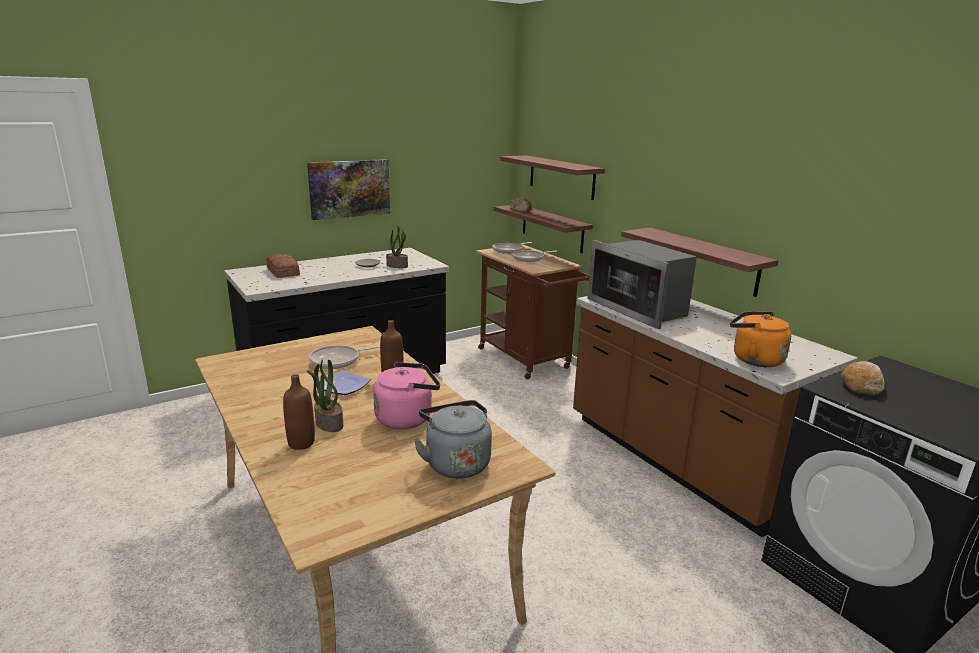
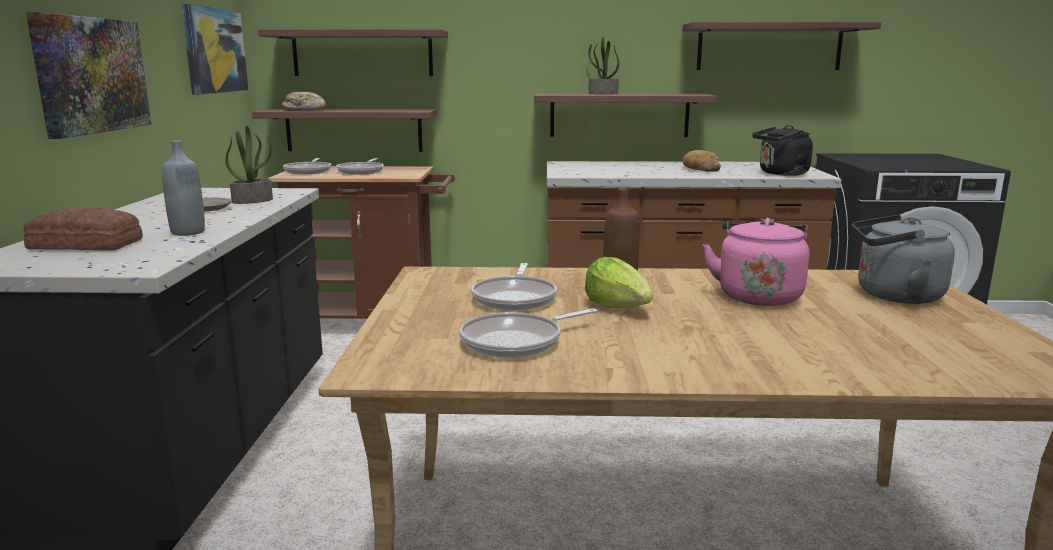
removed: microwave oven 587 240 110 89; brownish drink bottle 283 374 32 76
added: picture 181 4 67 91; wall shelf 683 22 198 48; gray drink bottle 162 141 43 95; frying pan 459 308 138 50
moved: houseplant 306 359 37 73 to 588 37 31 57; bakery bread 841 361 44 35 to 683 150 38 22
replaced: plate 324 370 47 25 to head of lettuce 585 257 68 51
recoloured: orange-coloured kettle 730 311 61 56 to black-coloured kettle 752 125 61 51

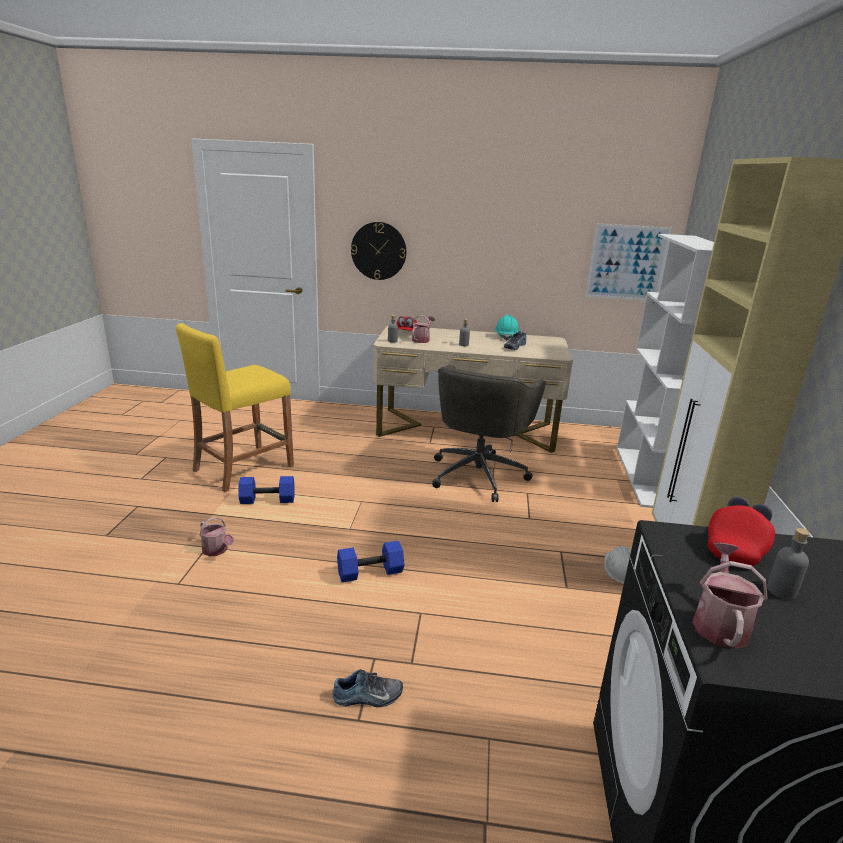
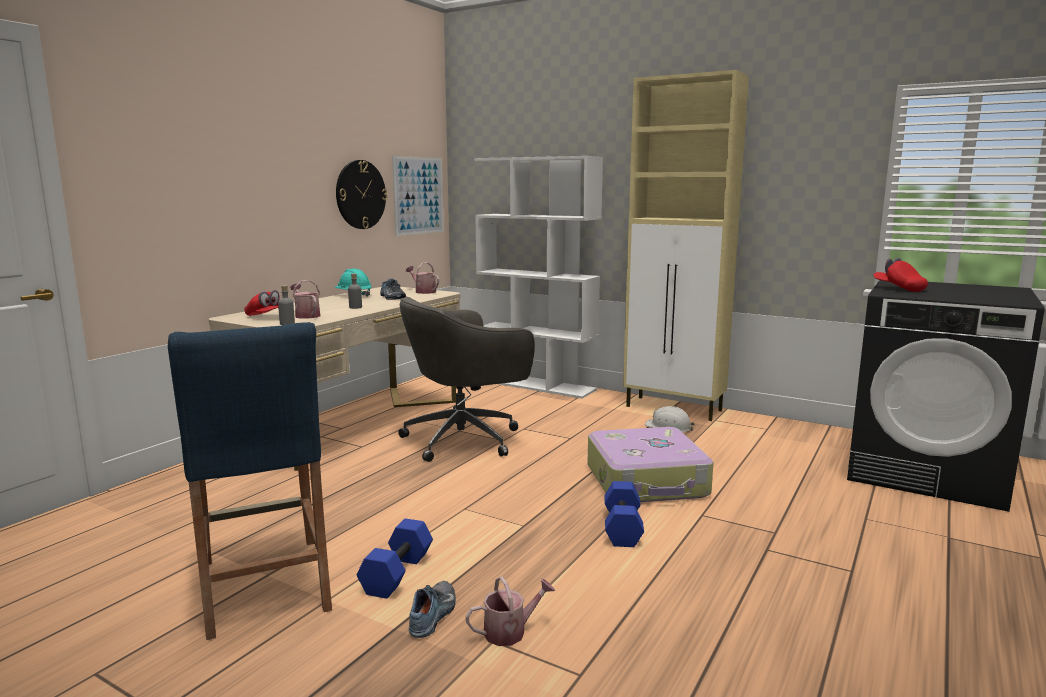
removed: gray drink bottle 767 528 43 72
added: travel case 588 427 126 75
moved: wall clock 351 222 55 58 to 336 160 51 69; watering can 692 543 76 106 to 406 262 33 32; item of footwear 332 669 71 38 to 409 581 47 57
recoloured: yellow-coloured sitting stool 176 323 118 169 to bluish sitting stool 168 322 164 318
turned: gray computer chair 432 365 114 137 = 398 297 137 165 105 degrees clockwise

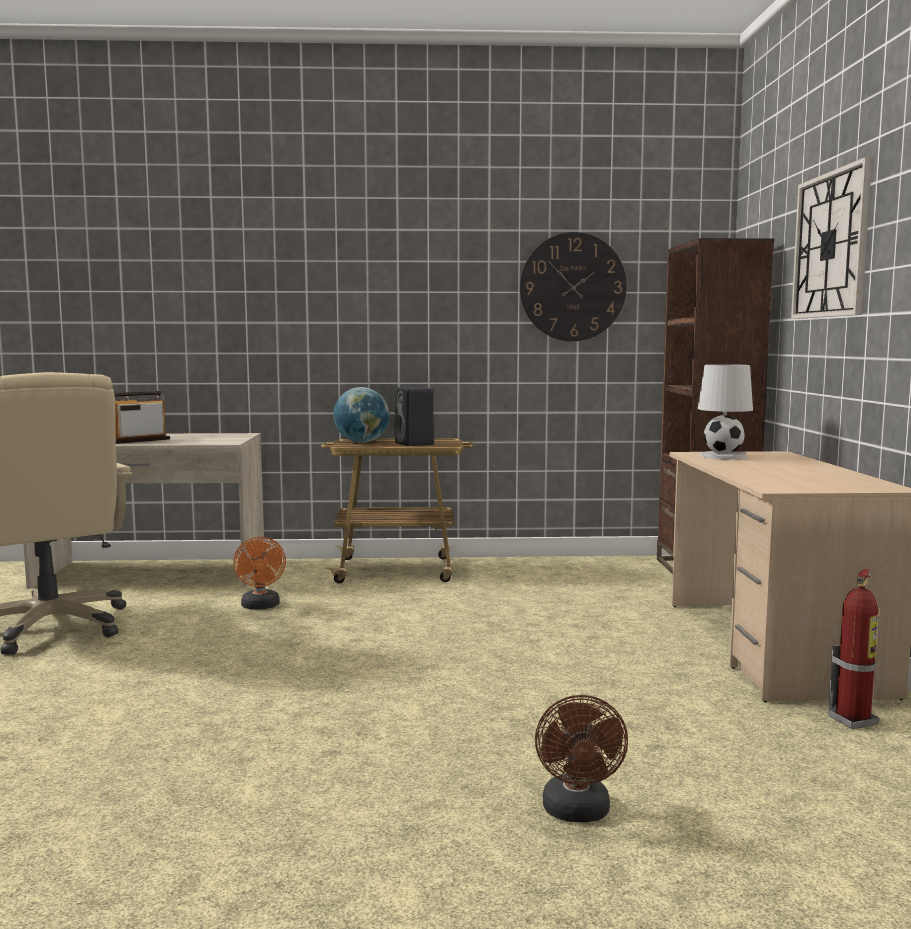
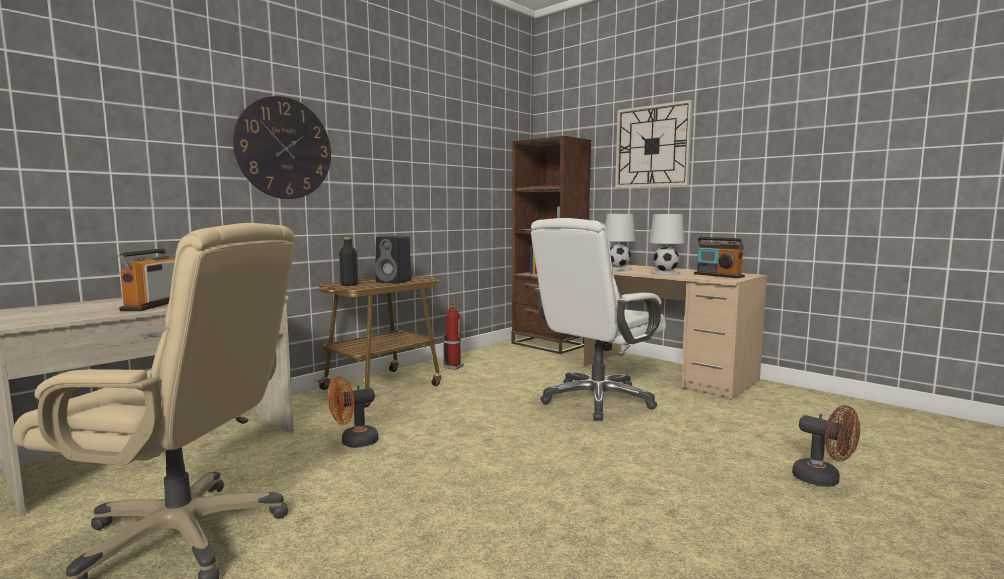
added: whitish tabletop lamp 649 214 36 61; whitish computer chair 531 218 135 203; radio set 694 237 51 41
moved: wall clock 520 232 107 109 to 233 96 98 103; extinguisher 828 569 51 160 to 443 300 21 70
replaced: world globe 333 387 56 56 to black-coloured drink bottle 339 237 19 49
turned: orange-coloured electric fan 233 537 53 73 = 328 376 50 72 120 degrees clockwise

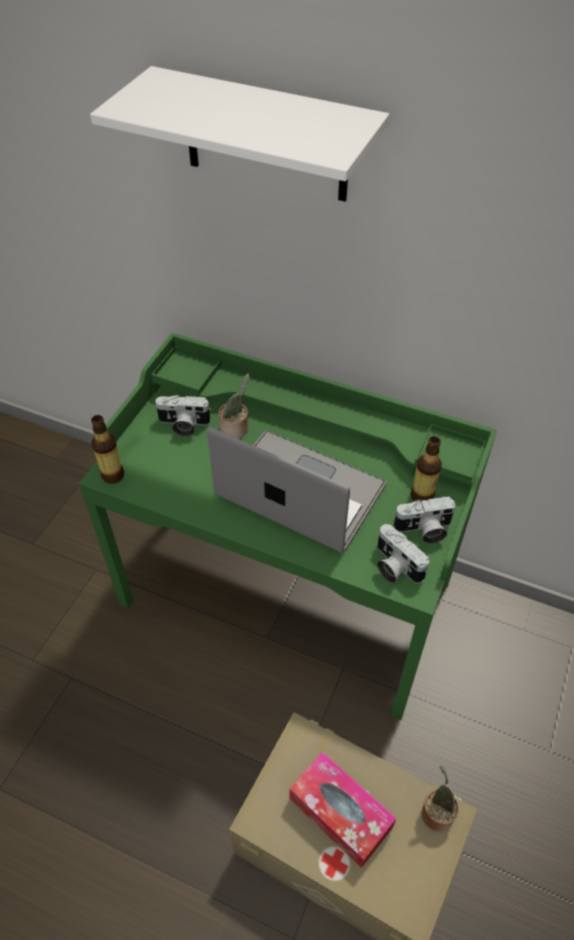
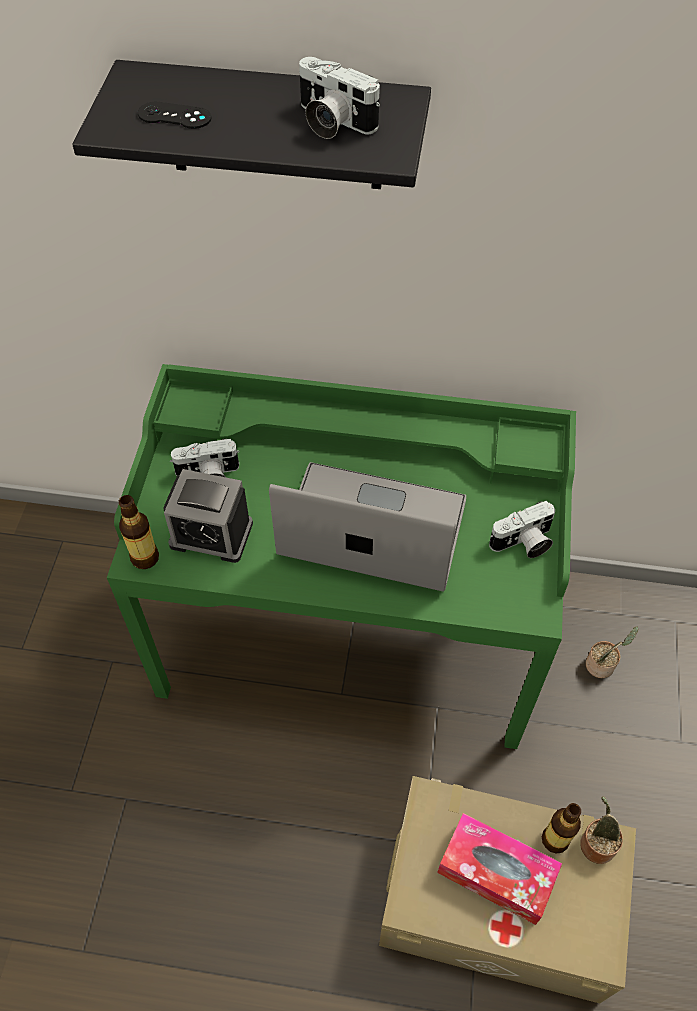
added: black-coloured gamepad 138 102 73 27; bedside clock 163 469 90 94
moved: houseplant 219 374 30 65 to 586 627 52 51; drink bottle 410 436 32 66 to 542 803 39 51; still camera 377 524 52 60 to 299 57 81 82
recoloured: whitish wall shelf 90 66 299 136 to black-coloured wall shelf 72 60 359 129

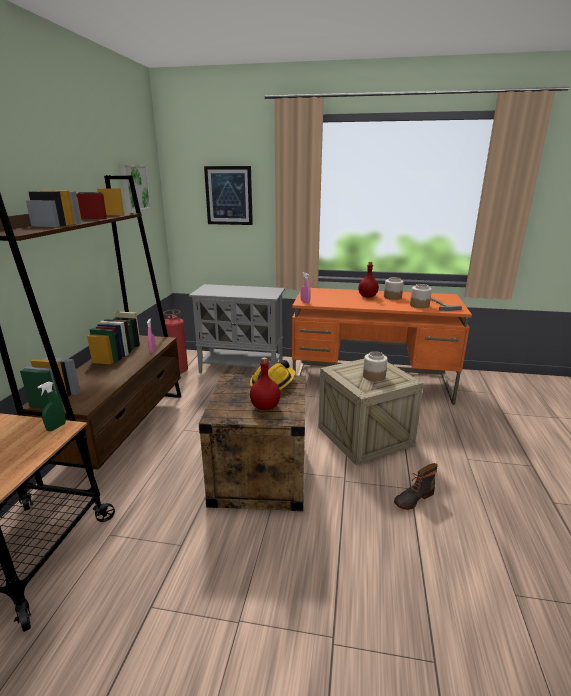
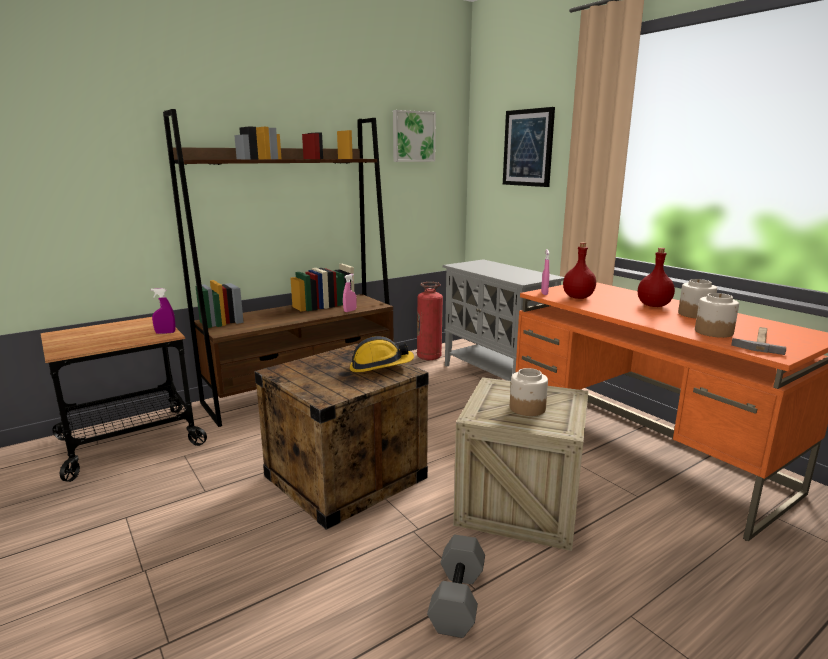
moved: red drink bottle 250 357 31 53 to 563 242 33 57
replaced: tall boot 394 463 44 47 to gray free weight 427 535 58 103
recoloured: greenish sprayer 37 382 29 49 to purple-coloured sprayer 151 288 24 46

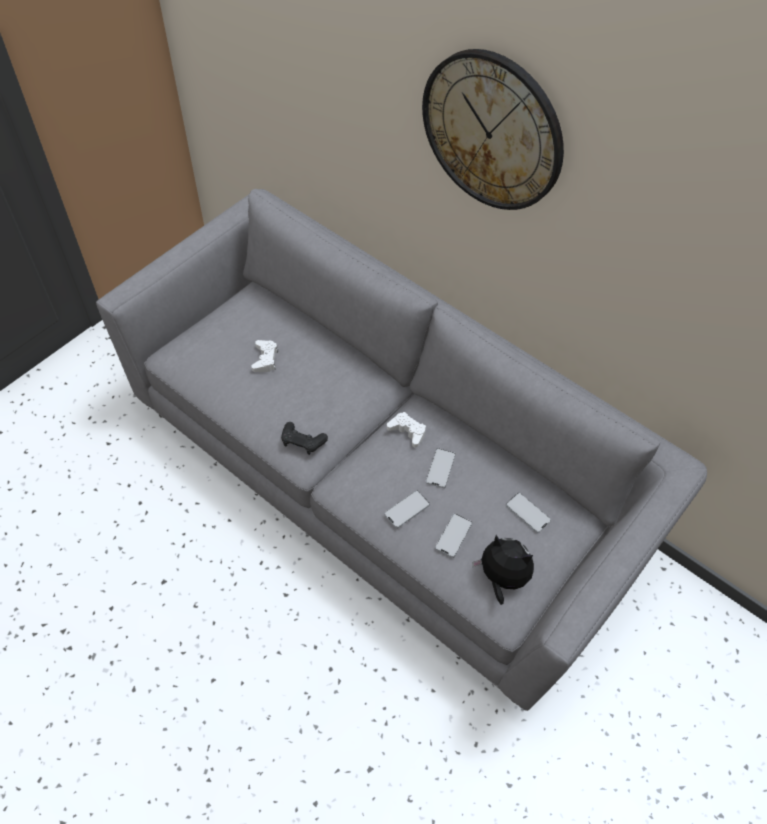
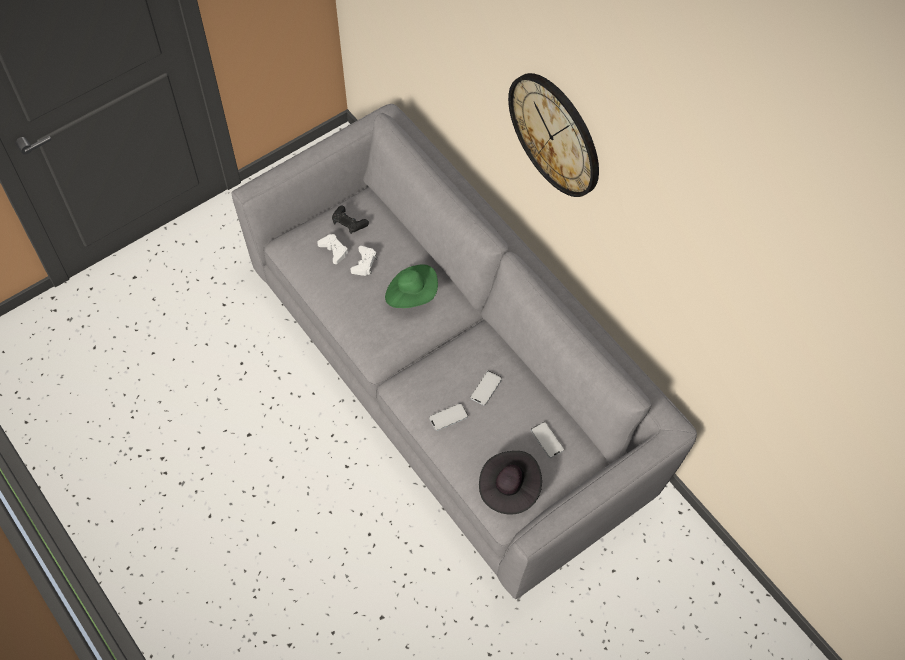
removed: phone 435 514 37 44
added: greenish clothing hat 385 264 53 44
moved: whitish gamepad 387 412 39 35 to 317 234 31 30; black-coloured gamepad 281 422 47 33 to 332 206 37 28
replaced: cuddly toy 472 535 62 70 to black-coloured clothing hat 479 451 63 64

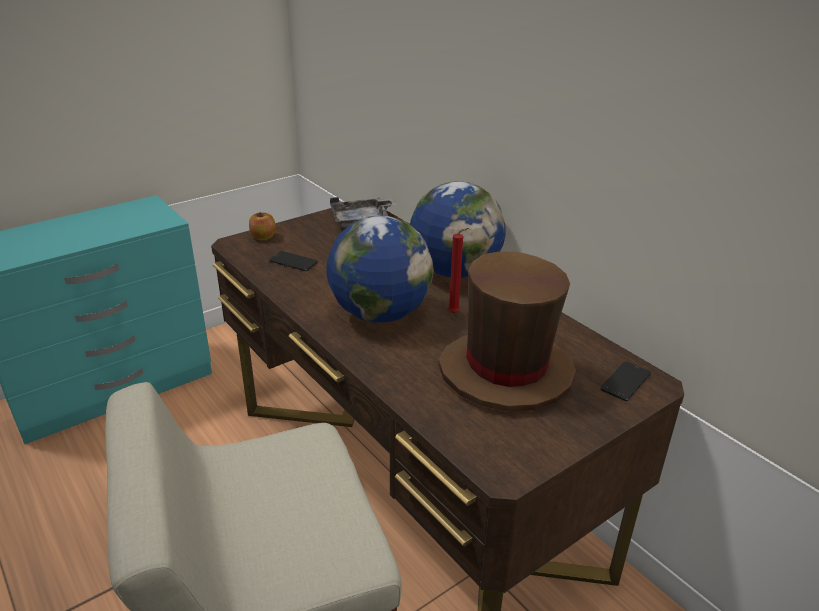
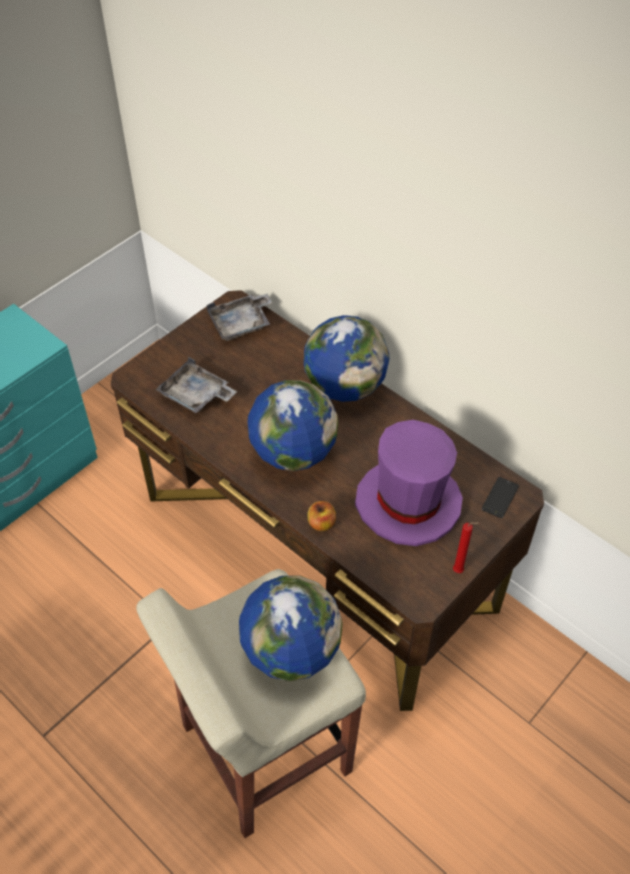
added: world globe 239 576 104 105
moved: whole apple 249 212 27 28 to 308 501 28 30; red candle 448 228 21 85 to 453 522 26 51
replaced: phone 269 251 49 20 to gray serving tray 155 357 82 56
recoloured: brownish clothing hat 438 251 138 161 to purple-coloured clothing hat 355 420 108 126

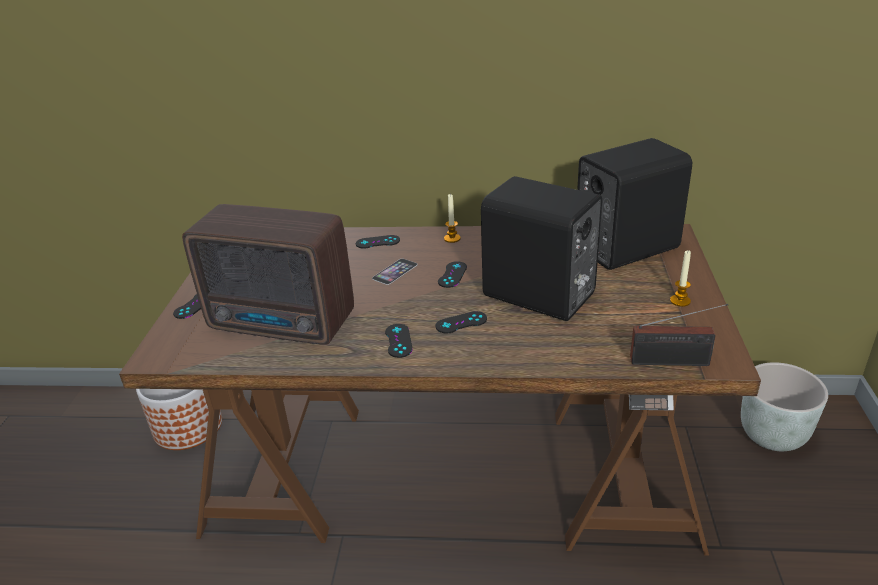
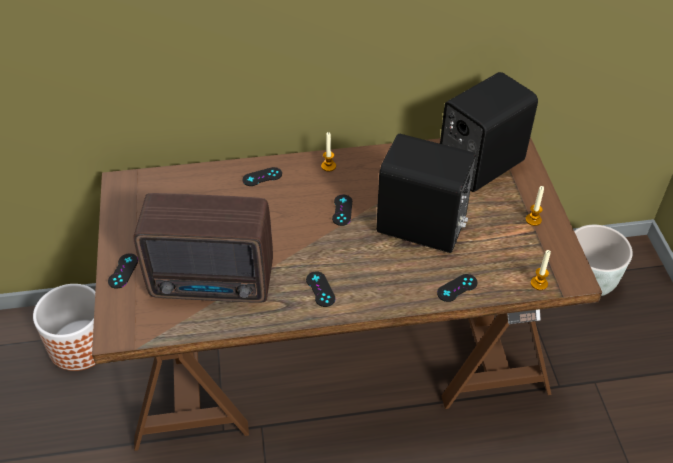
removed: phone 372 259 46 26
moved: black-coloured gamepad 436 311 51 22 to 437 274 40 28
replaced: radio set 630 304 98 62 to candle 531 250 20 40

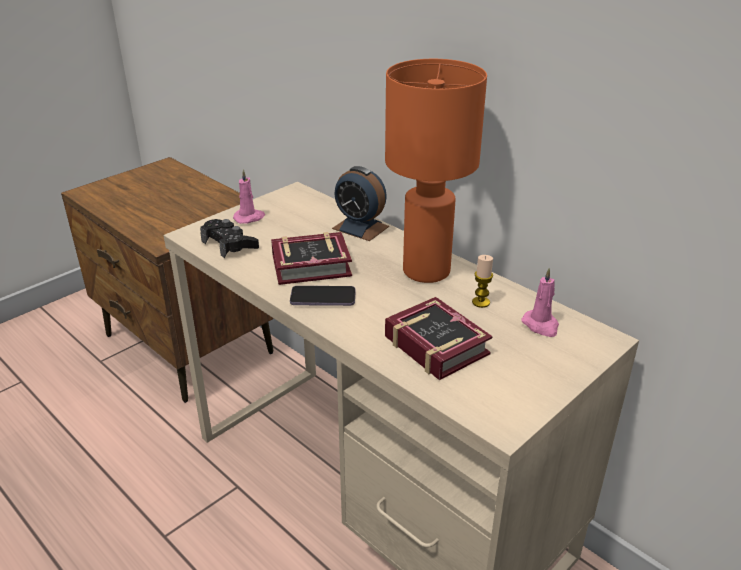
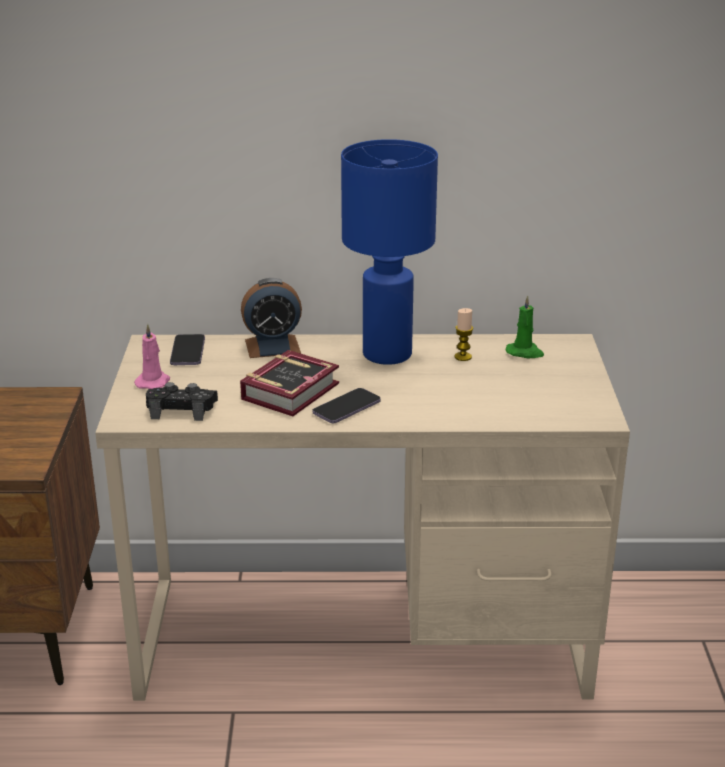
removed: volume 385 297 107 83
added: phone 170 334 35 32
recoloured: orange-coloured tabletop lamp 385 59 102 224 to bluish tabletop lamp 341 139 97 226; pink candle 521 268 38 69 to greenish candle 506 295 38 63

